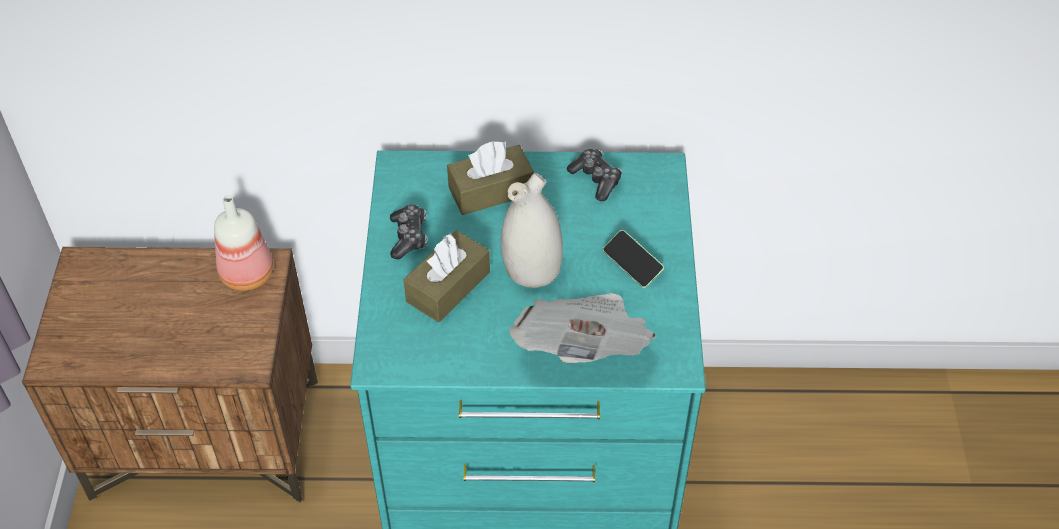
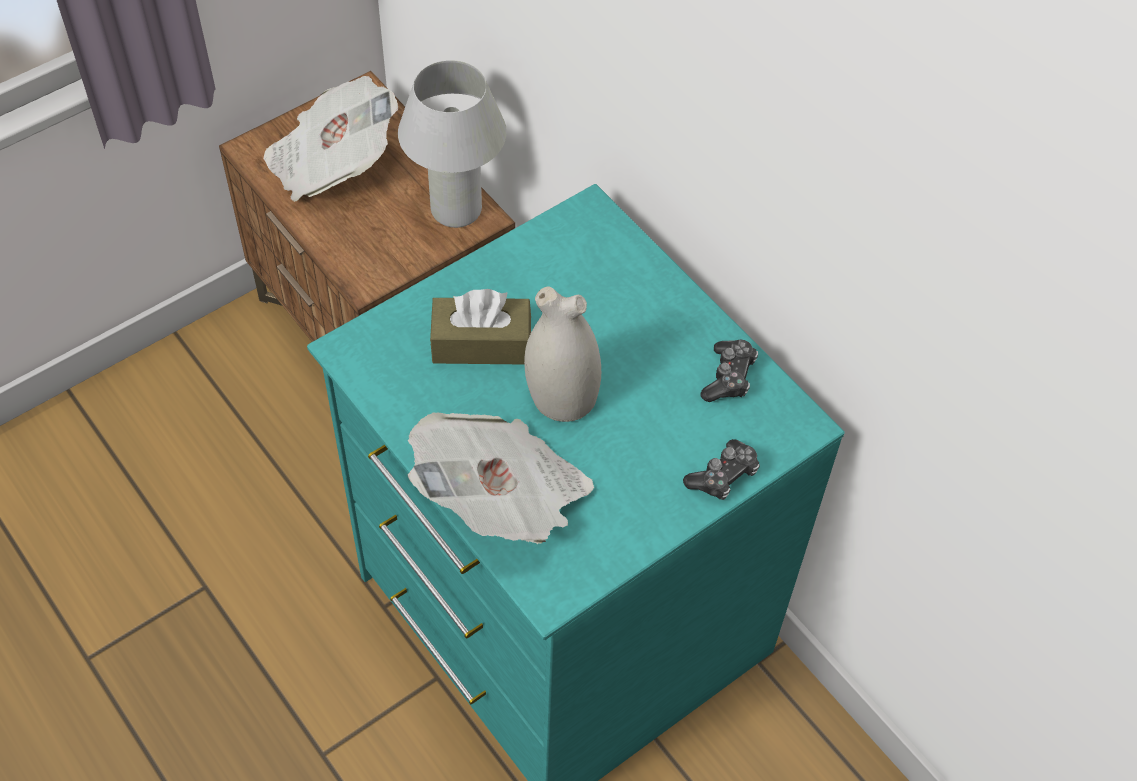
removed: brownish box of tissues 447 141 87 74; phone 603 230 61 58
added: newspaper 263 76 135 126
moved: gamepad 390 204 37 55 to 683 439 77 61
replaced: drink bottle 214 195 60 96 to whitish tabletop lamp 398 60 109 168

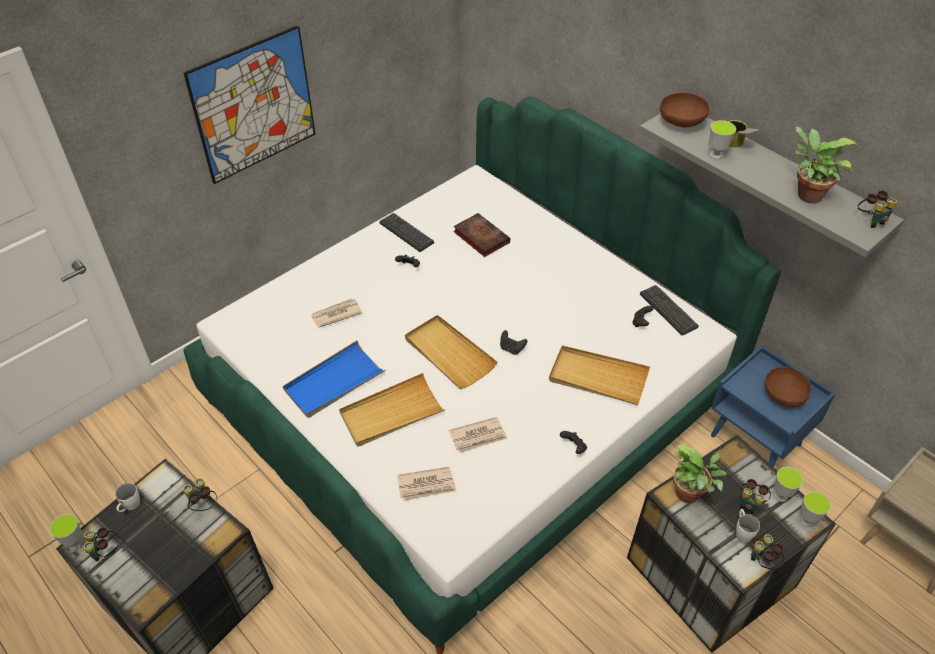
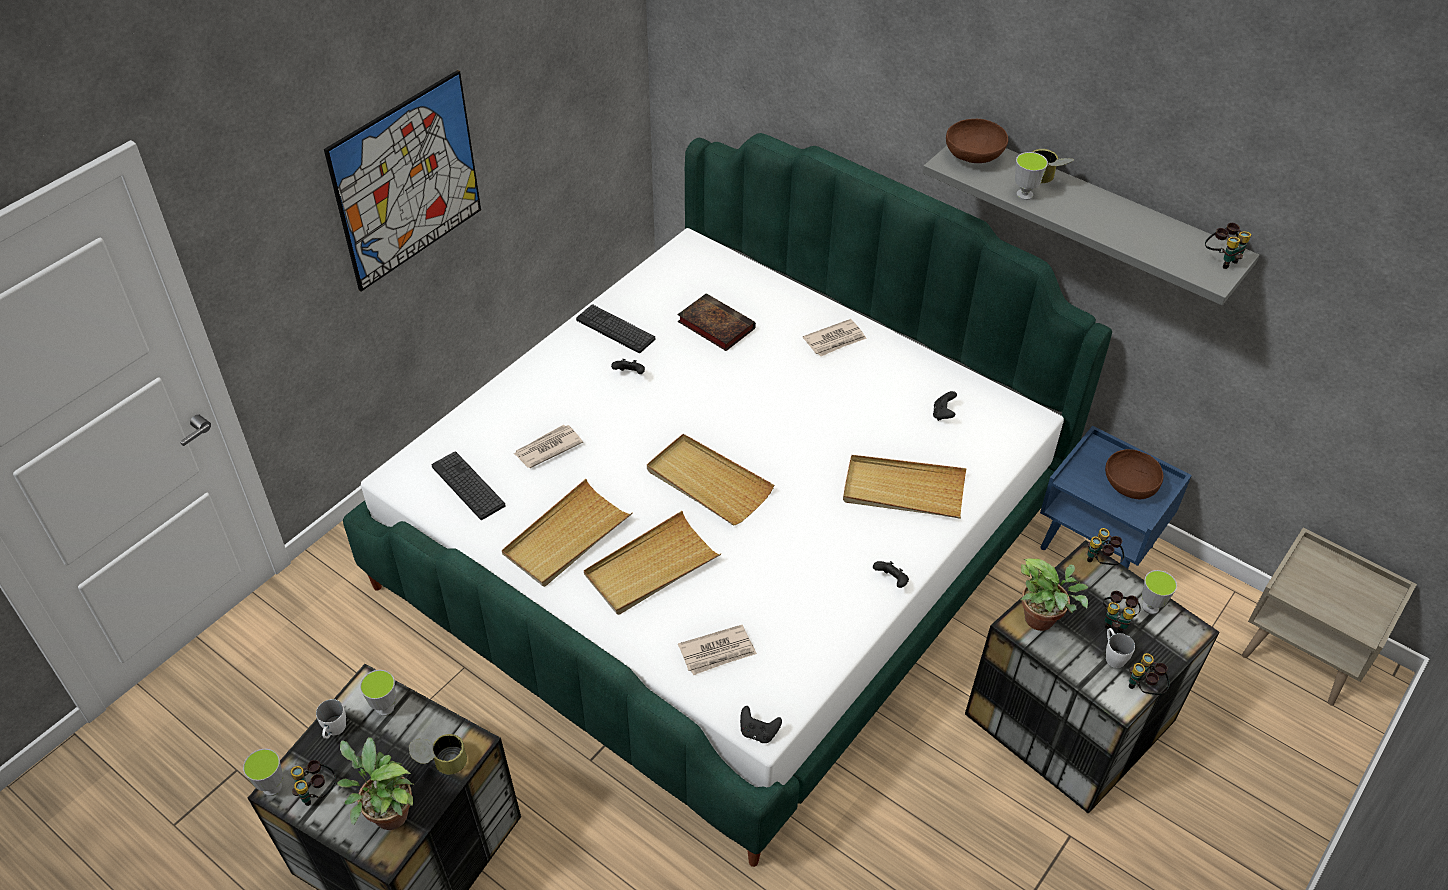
added: sealed can 409 734 58 41
moved: houseplant 794 127 64 77 to 337 737 77 93; keyboard 640 285 59 50 to 432 451 73 69; black-coloured gamepad 500 330 27 25 to 740 706 42 37; newspaper 449 417 59 36 to 803 319 64 37; binoculars 183 478 34 33 to 1087 528 37 37; drinking cup 800 491 31 36 to 360 670 36 46
recoloured: bluish serving tray 283 340 103 78 to beige serving tray 502 479 131 108

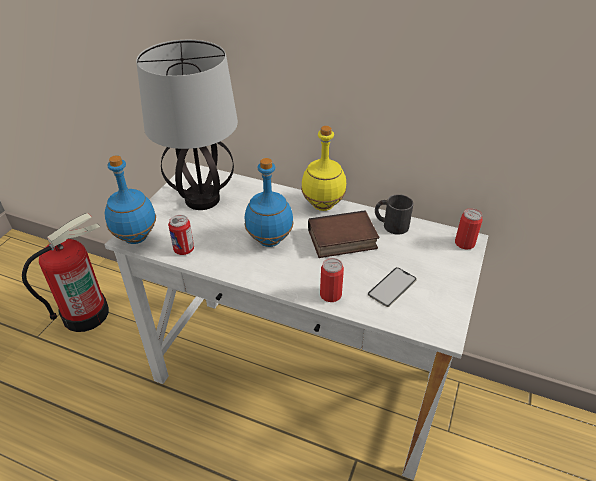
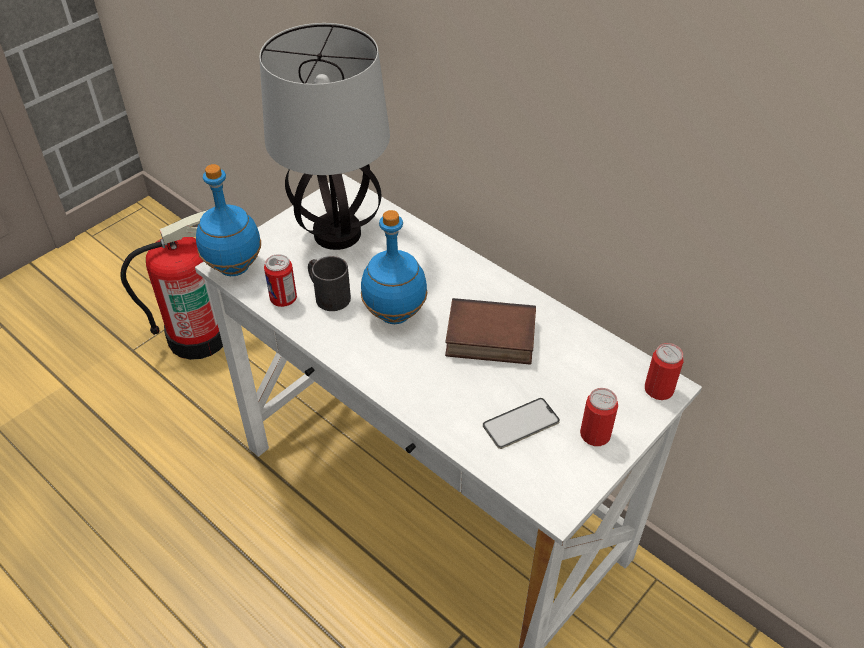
removed: yellow-coloured drink bottle 301 126 45 85
moved: black-coloured coffee mug 375 194 38 41 to 308 256 43 55; sealed can 320 258 24 44 to 580 388 38 58

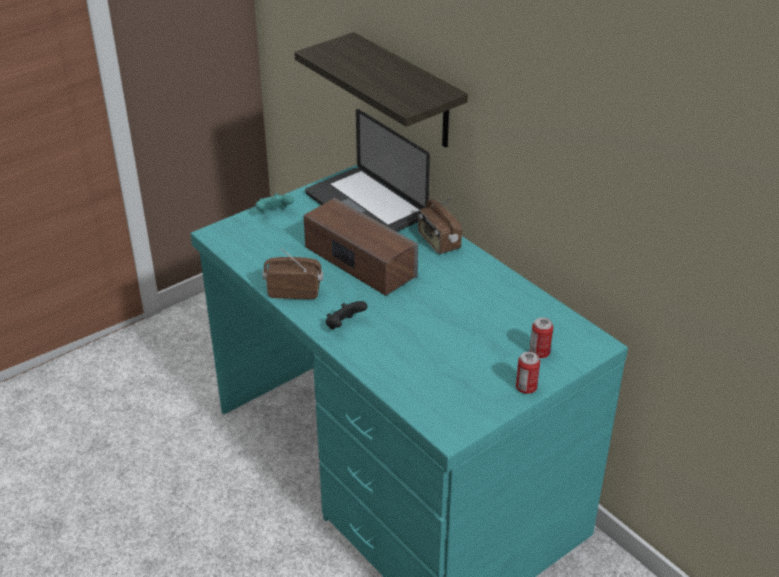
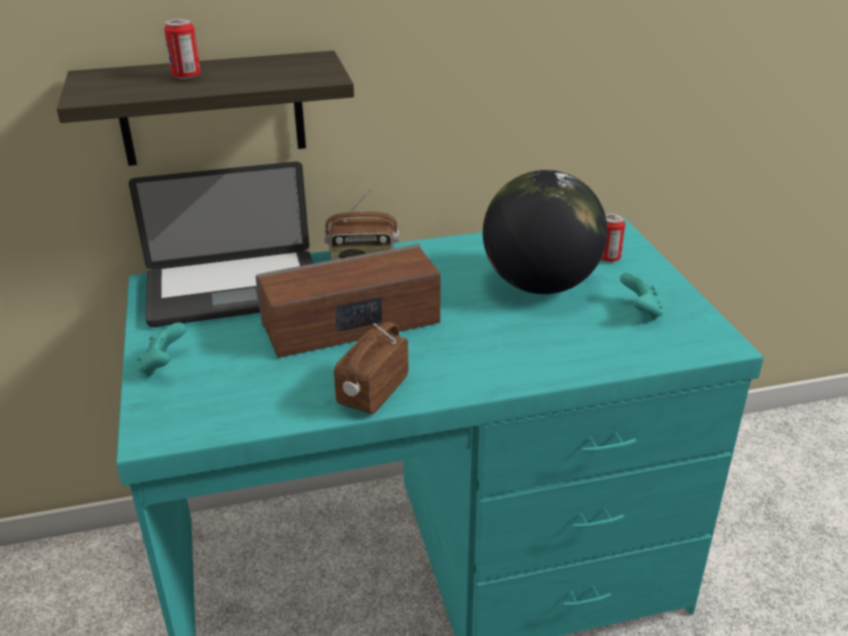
removed: black-coloured gamepad 326 301 41 28
added: world globe 483 170 125 124; blue-green gamepad 620 273 44 48
moved: sealed can 516 352 24 42 to 164 19 37 61

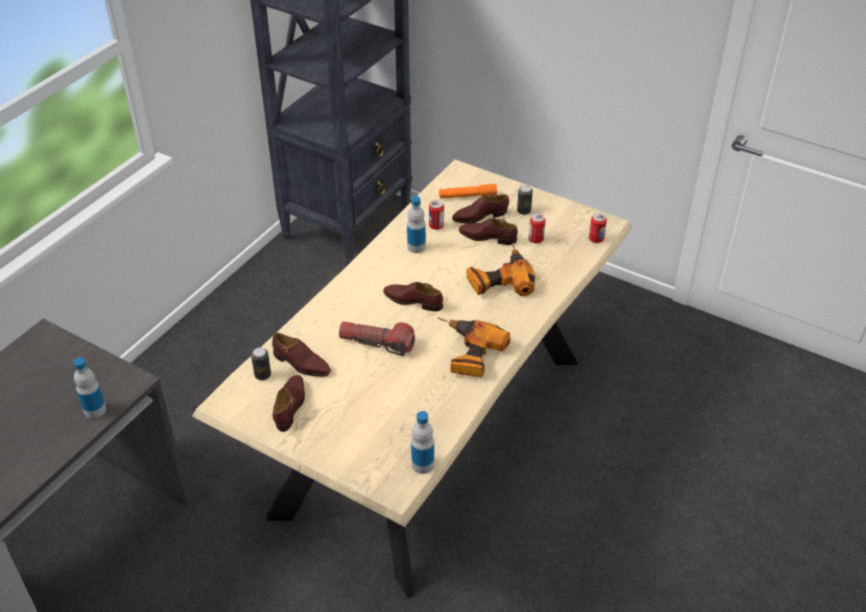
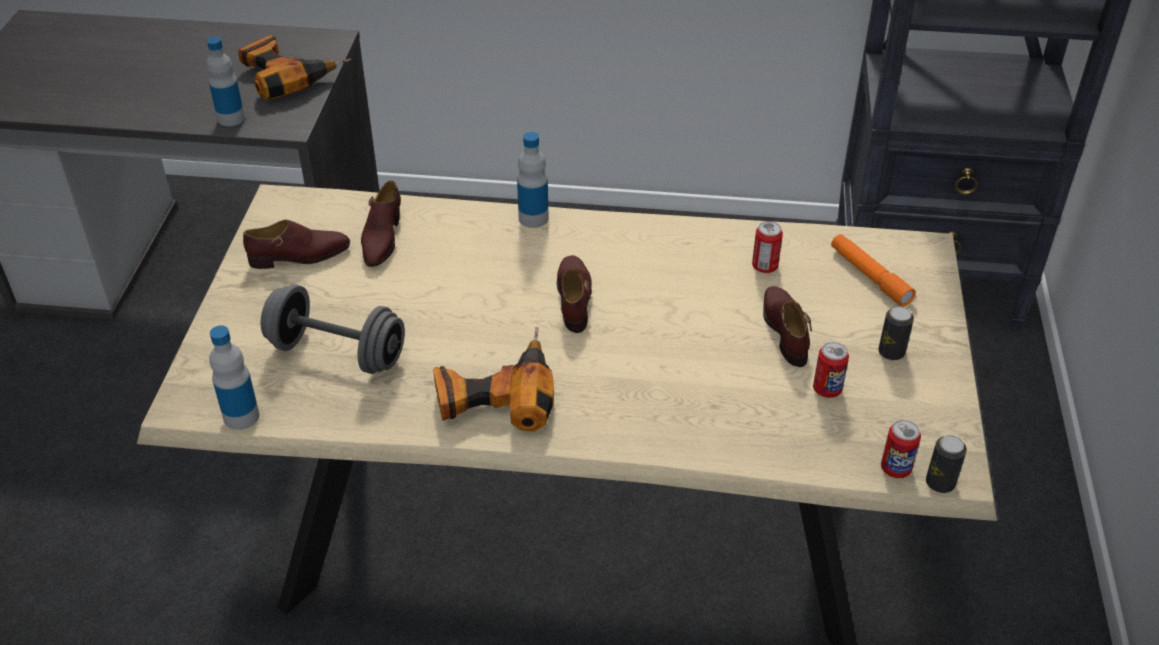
removed: brownish item of footwear 452 194 57 30; torch 339 321 76 35
added: gray free weight 261 284 144 90
moved: drink bottle 407 196 19 57 to 517 132 32 96; drill 467 243 68 53 to 238 35 114 65; sealed can 251 347 20 33 to 926 435 41 58

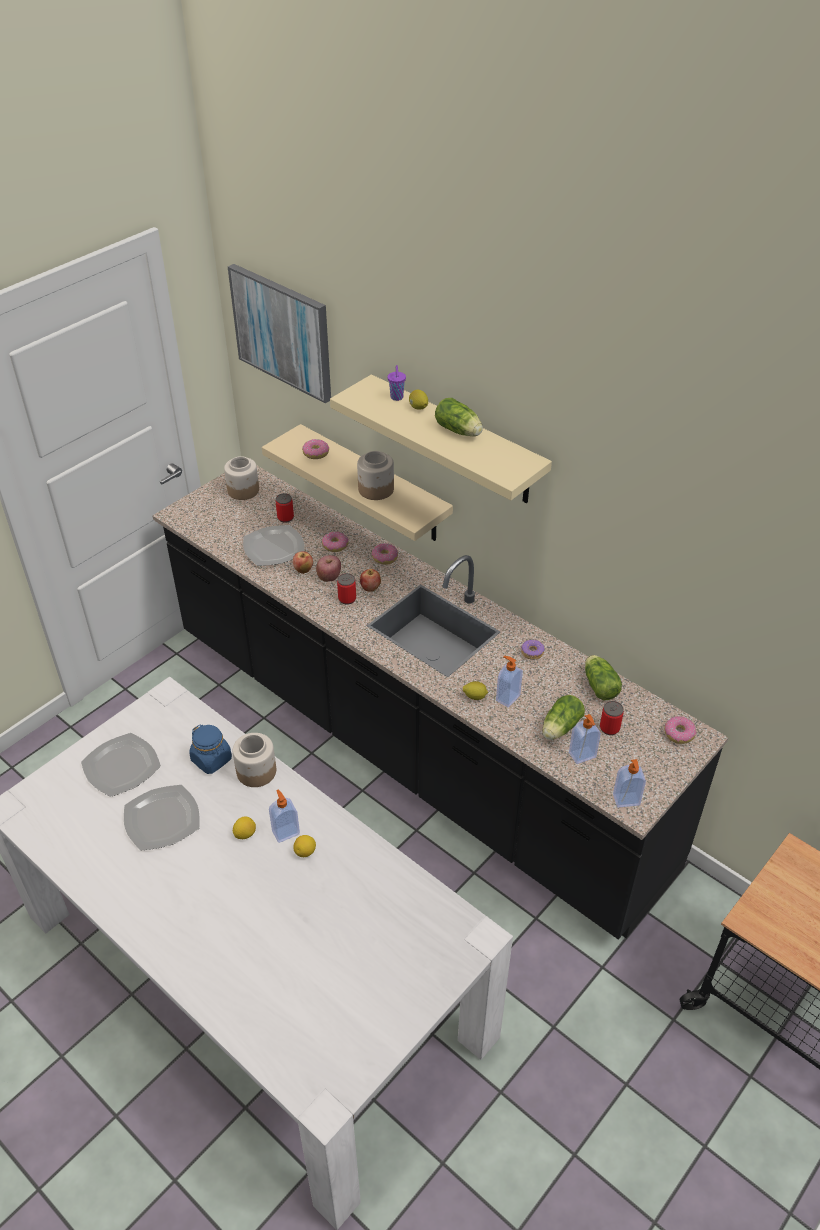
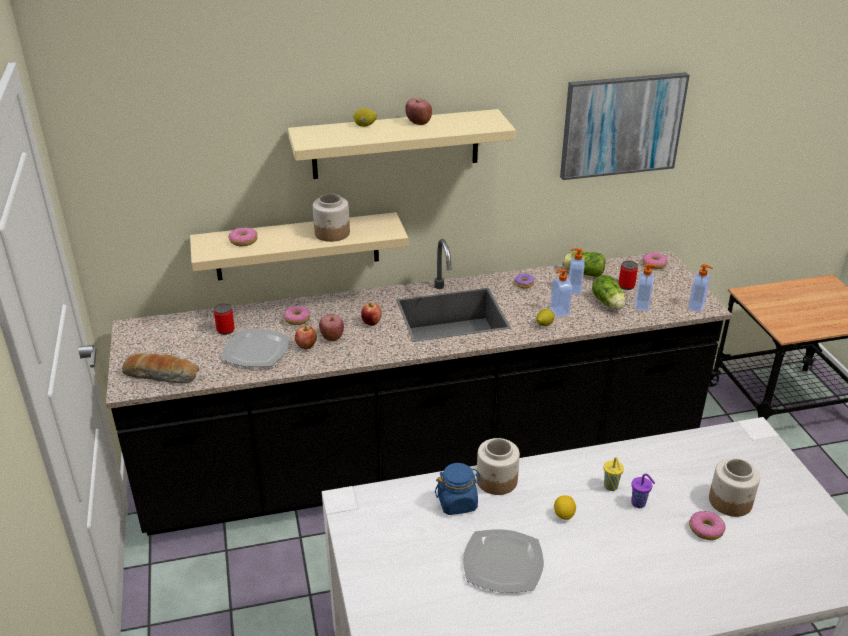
removed: sealed can 337 573 19 32; plate 81 733 80 64
added: bakery bread 122 354 77 29
moved: picture 228 264 103 139 to 560 72 130 108; purple-coloured drinking cup 387 365 19 36 to 631 473 24 35; storage jar 224 456 35 44 to 709 458 51 59; donut 372 543 26 22 to 689 511 37 29; soap bottle 269 790 31 53 to 569 248 16 47
replaced: head of lettuce 435 398 48 39 to whole apple 405 98 27 27; citrus fruit 293 835 23 22 to yellow-coloured drinking cup 604 457 20 34

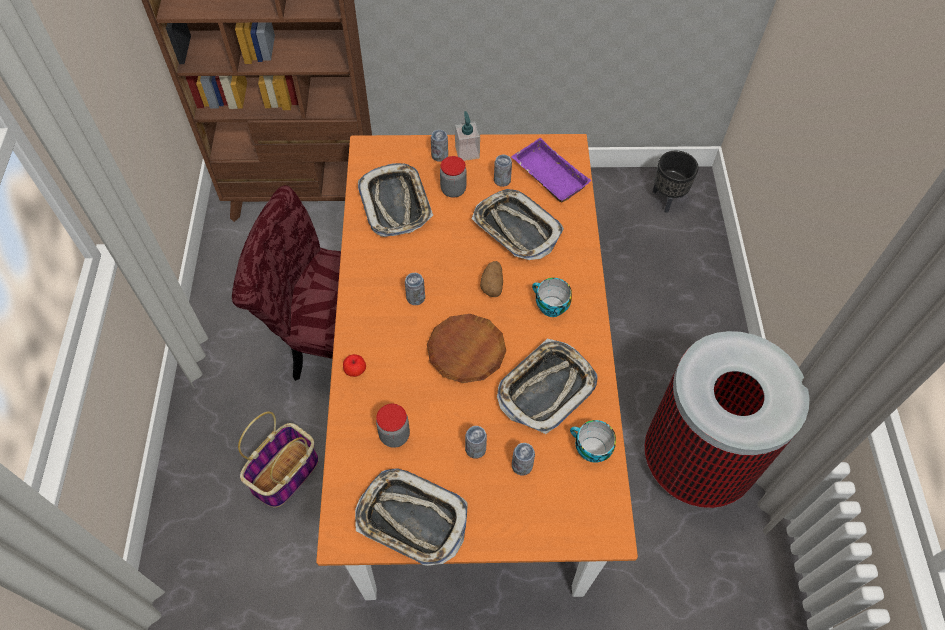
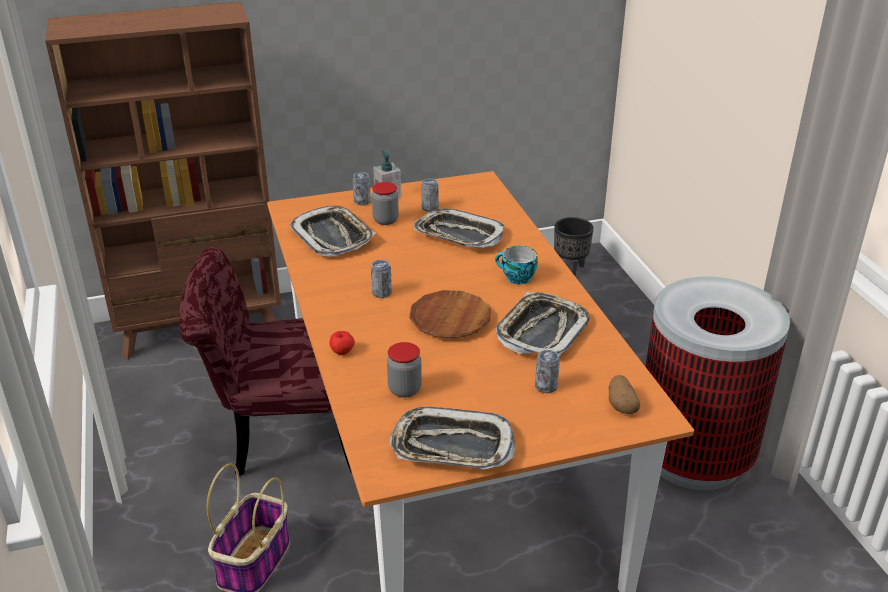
removed: purple-coloured serving tray 511 138 80 64; drinking cup 570 420 46 43; sealed can 465 426 22 33
moved: potato 480 261 23 36 to 609 375 31 39

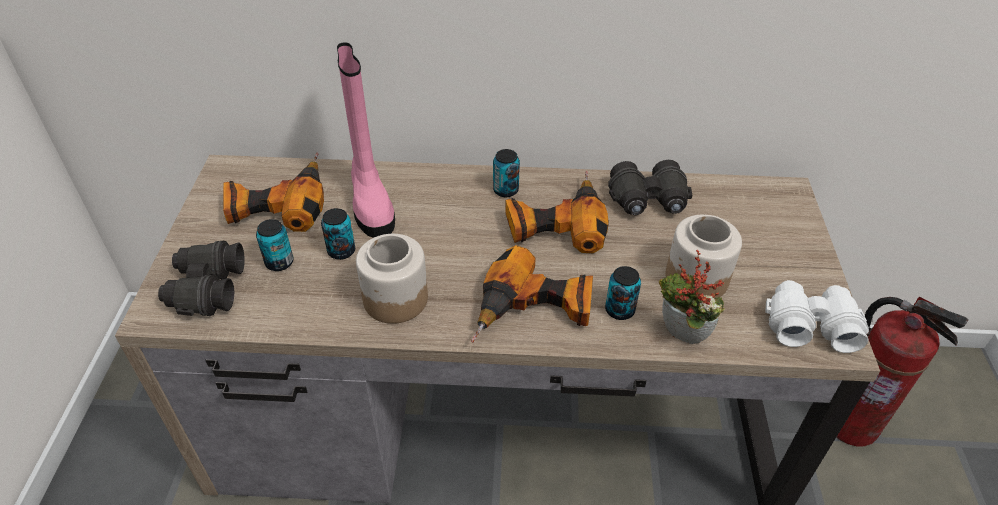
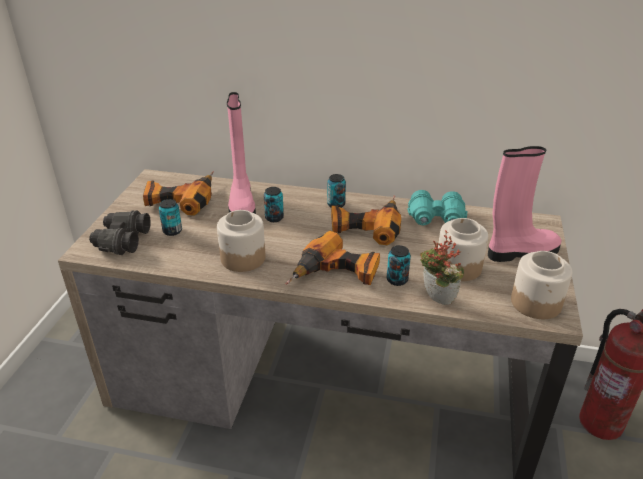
added: pink tall boot 488 146 74 116
moved: sealed can 321 208 34 52 to 264 187 20 35
replaced: whitish binoculars 765 280 104 73 to storage jar 511 251 61 68
recoloured: black-coloured binoculars 608 160 84 55 to blue-green binoculars 407 190 61 35

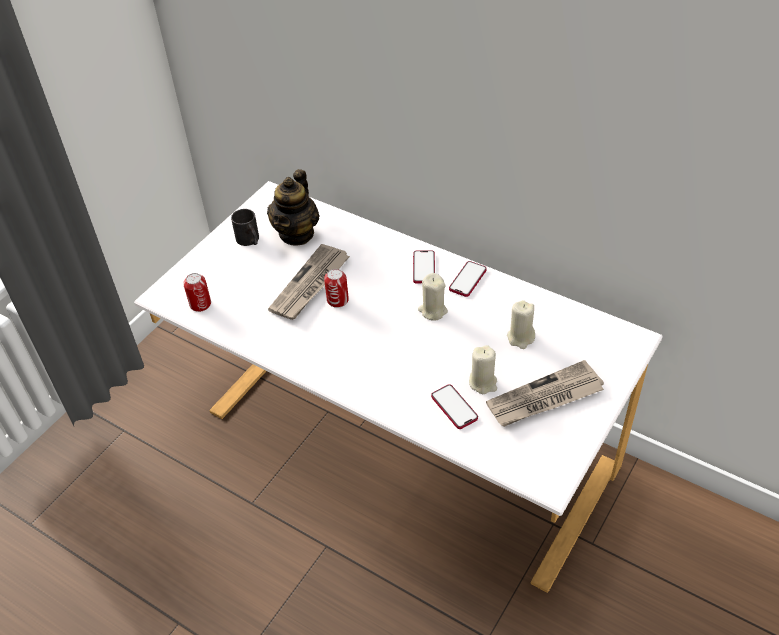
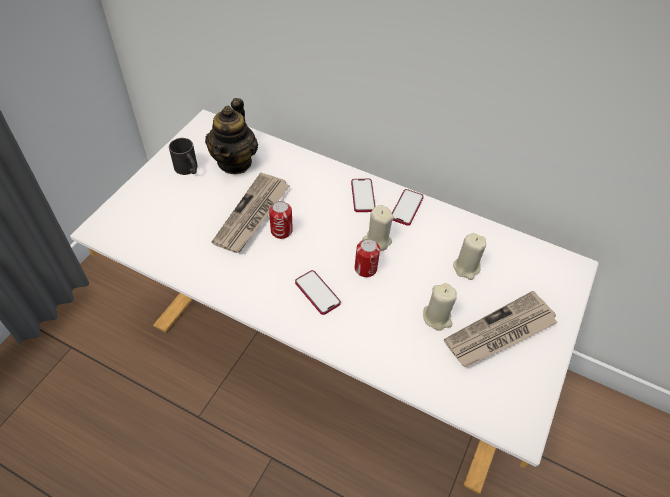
moved: sealed can 183 273 28 39 to 355 239 25 38; phone 431 384 47 45 to 295 270 46 45

